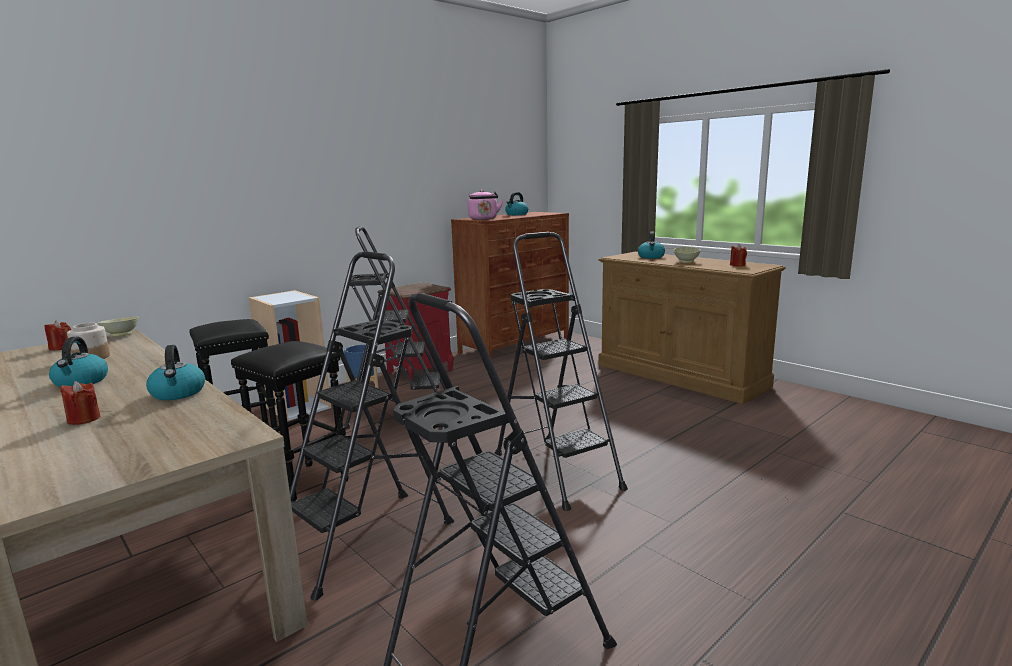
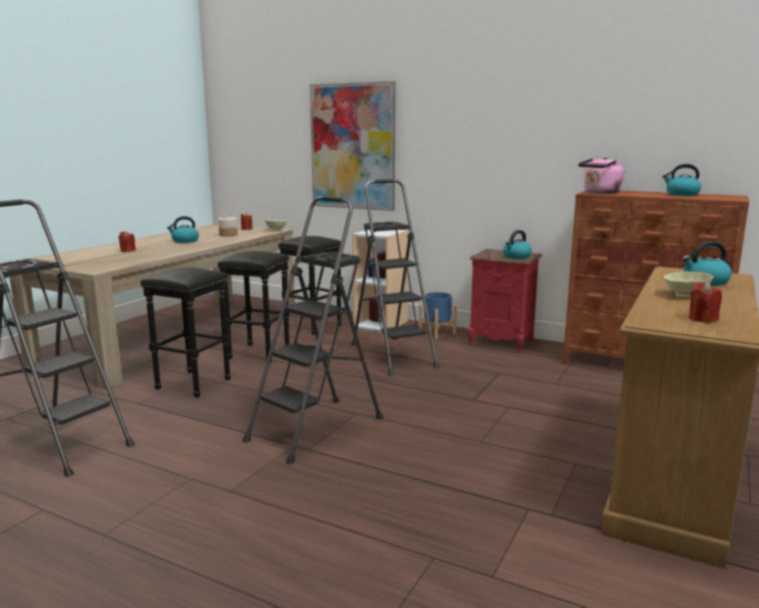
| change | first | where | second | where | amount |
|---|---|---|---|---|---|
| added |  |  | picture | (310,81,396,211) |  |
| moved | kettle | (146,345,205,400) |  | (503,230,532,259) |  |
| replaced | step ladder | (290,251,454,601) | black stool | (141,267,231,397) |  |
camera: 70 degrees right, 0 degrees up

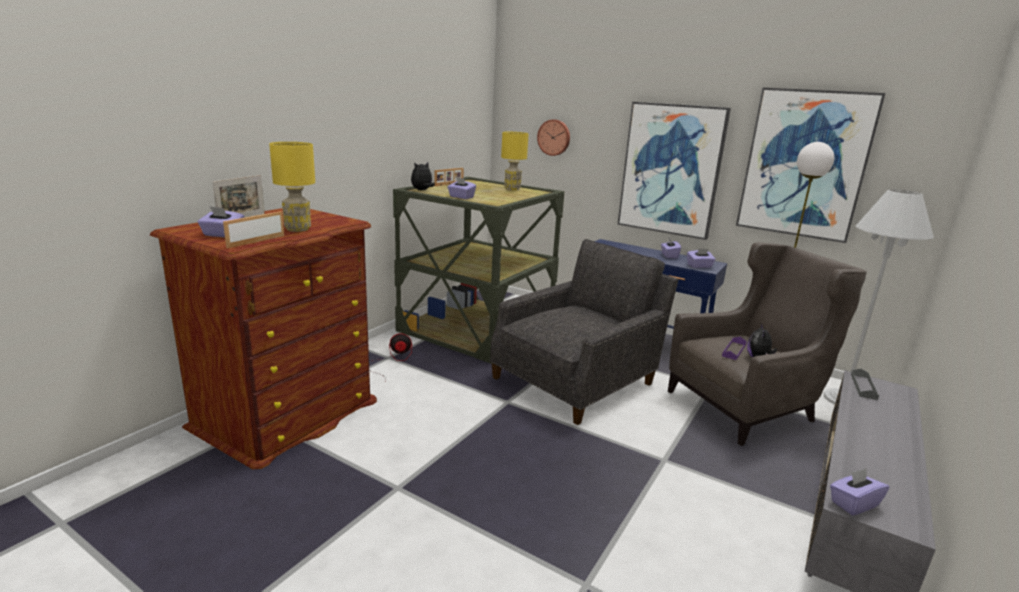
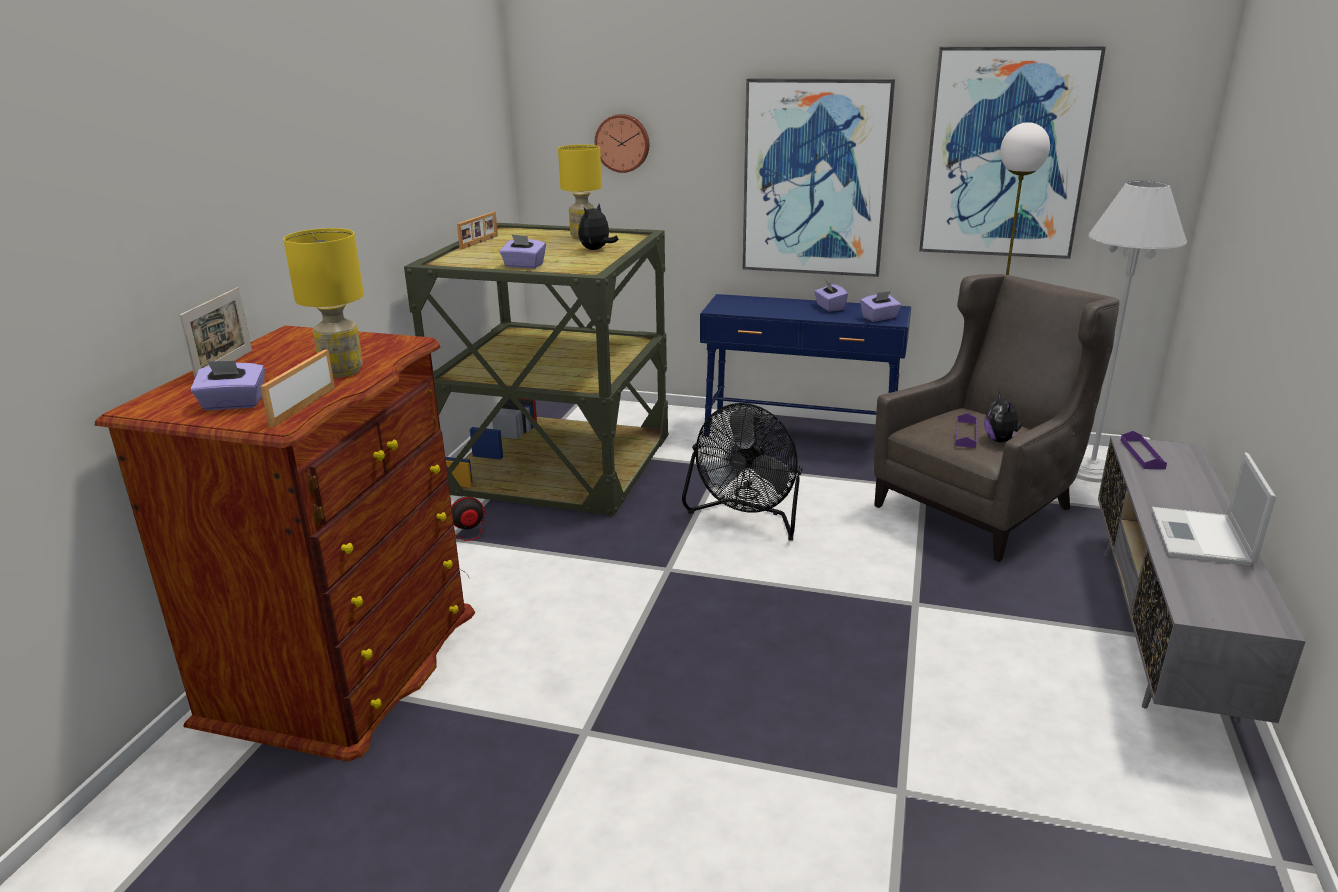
| change | first | where | second | where | amount |
|---|---|---|---|---|---|
| removed | purple tissue box | (830,468,889,516) |  |  |  |
| added |  |  | laptop | (1152,452,1276,566) |  |
| moved | plush toy | (411,162,435,190) |  | (578,204,619,250) |  |
| replaced | grey armchair | (490,239,678,425) | black fan | (682,403,802,540) |  |
| recoloured | grey tray | (851,369,879,400) | purple tray | (1120,431,1167,469) |  |
camera: 15 degrees left, 5 degrees up

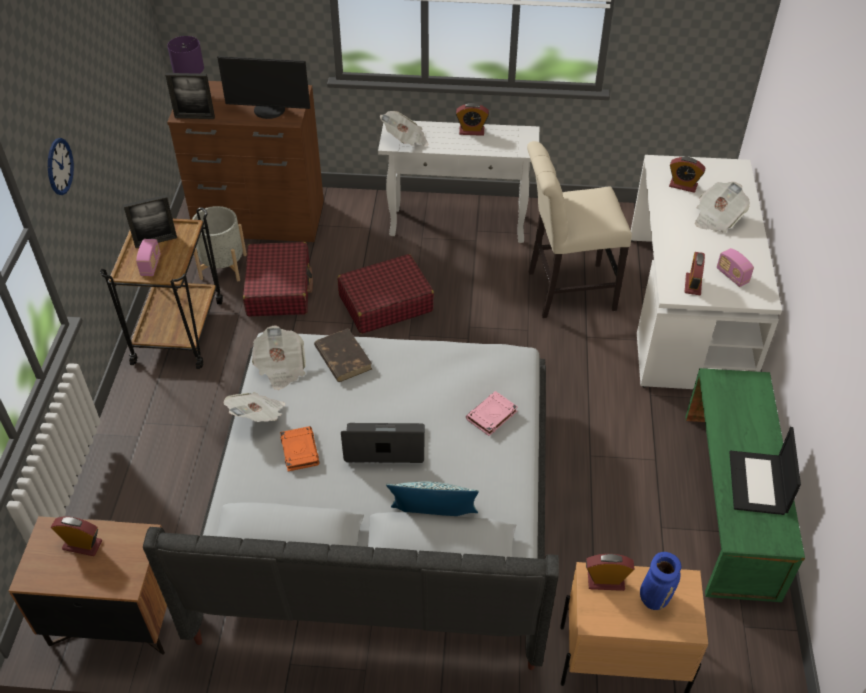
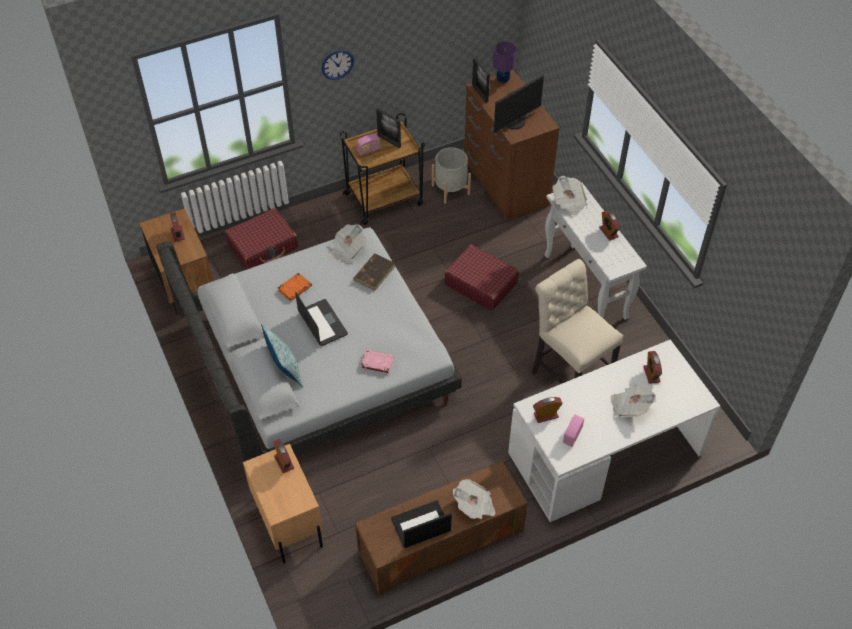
| change | first | where | second | where | amount |
|---|---|---|---|---|---|
| removed | blue vase | (640,552,681,610) |  |  |  |
| moved | newspaper | (223,392,286,422) |  | (453,479,496,519) |  |
| moved | red suitcase | (243,242,313,316) |  | (225,208,298,269) |  |
| recoloured | green bench | (686,368,805,602) | brown bench | (355,461,528,594) |  |
| turned | monitor | (217,56,310,119) |  | (493,75,544,133) | 105 degrees counterclockwise |
camera: 60 degrees right, 5 degrees up

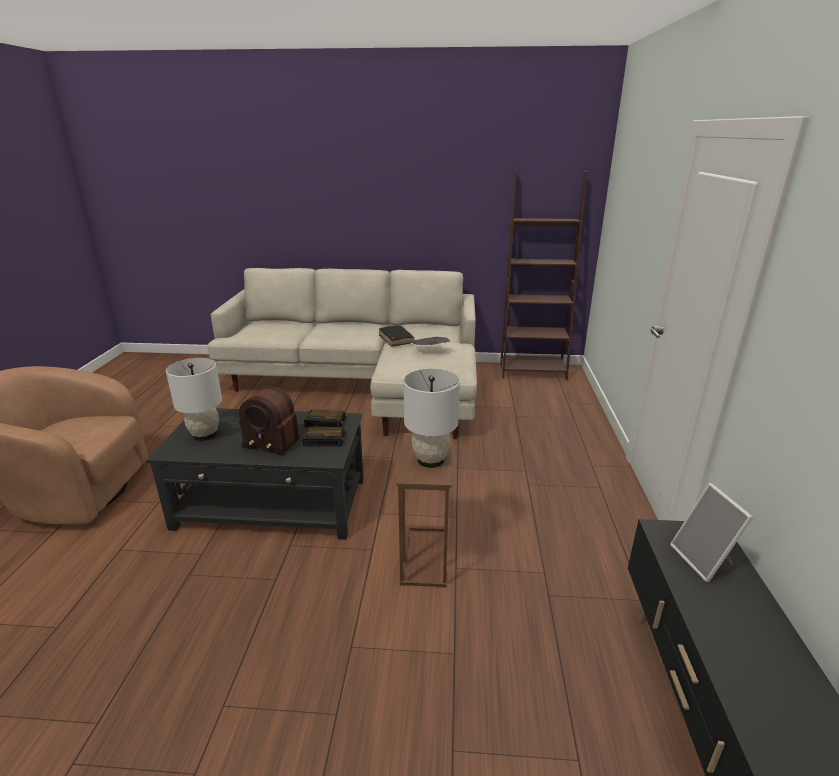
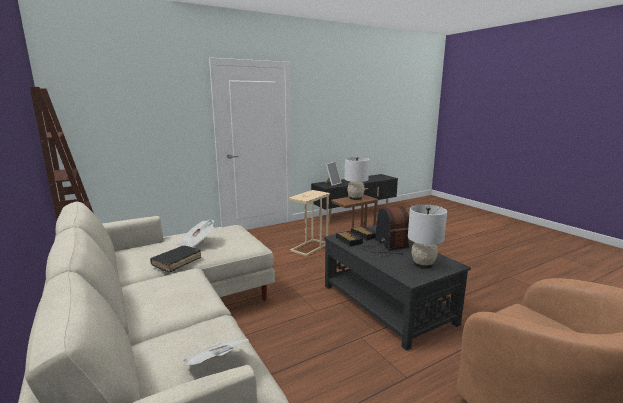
| change | first | where | second | where | amount |
|---|---|---|---|---|---|
| added |  |  | newspaper | (182,339,249,365) |  |
| added |  |  | beige side table | (288,190,330,256) |  |
camera: 125 degrees left, 10 degrees down

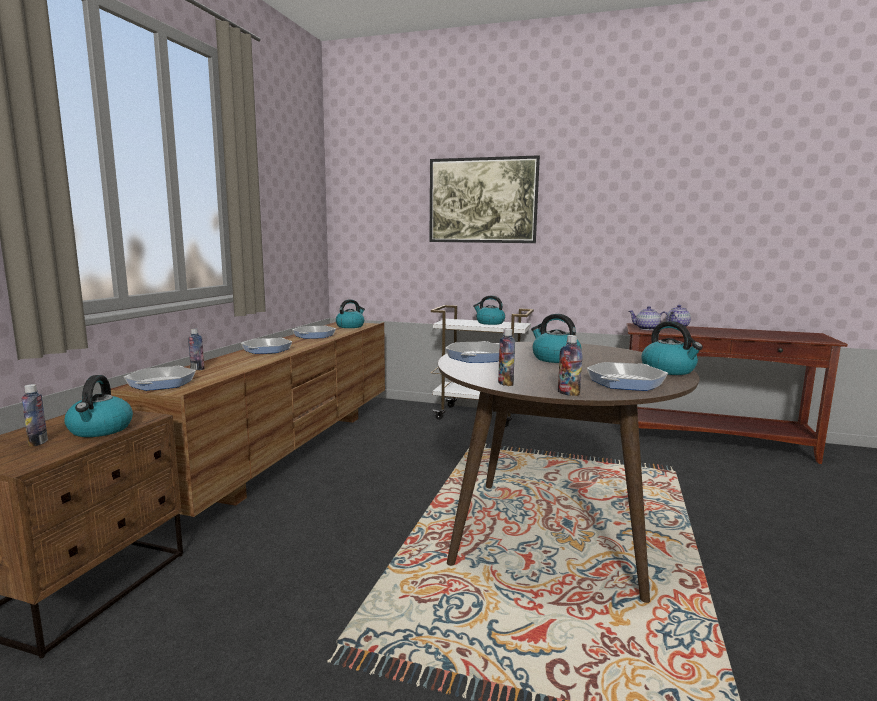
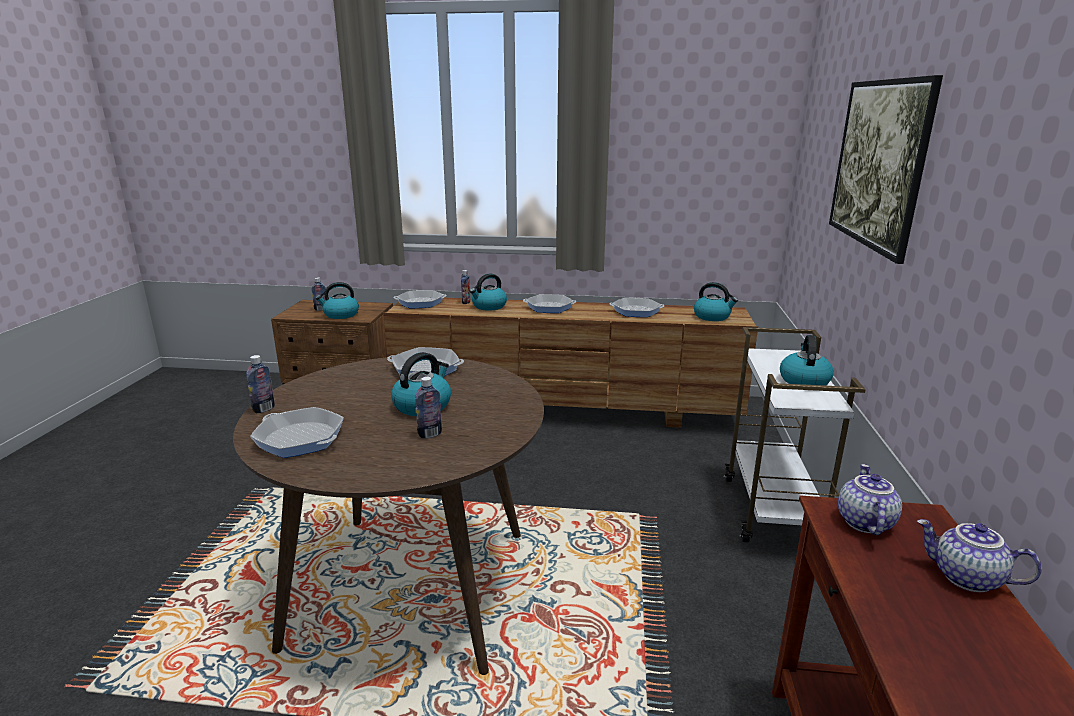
| change | first | where | second | where | amount |
|---|---|---|---|---|---|
| moved | bottle | (498,329,515,386) |  | (415,377,442,439) |  |
| moved | kettle | (641,321,703,375) |  | (470,274,507,311) |  |
camera: 80 degrees right, 10 degrees up

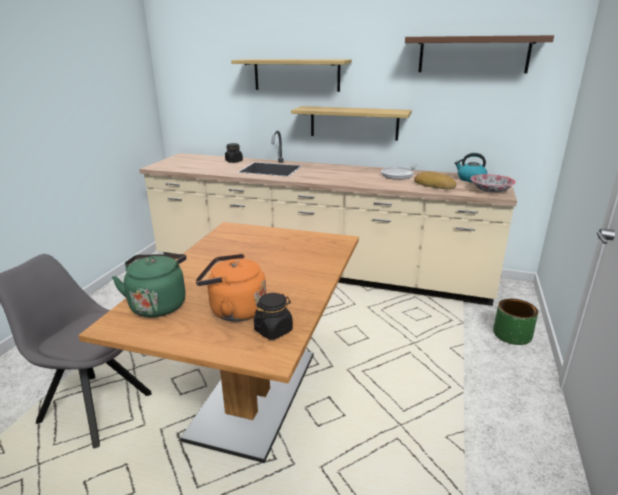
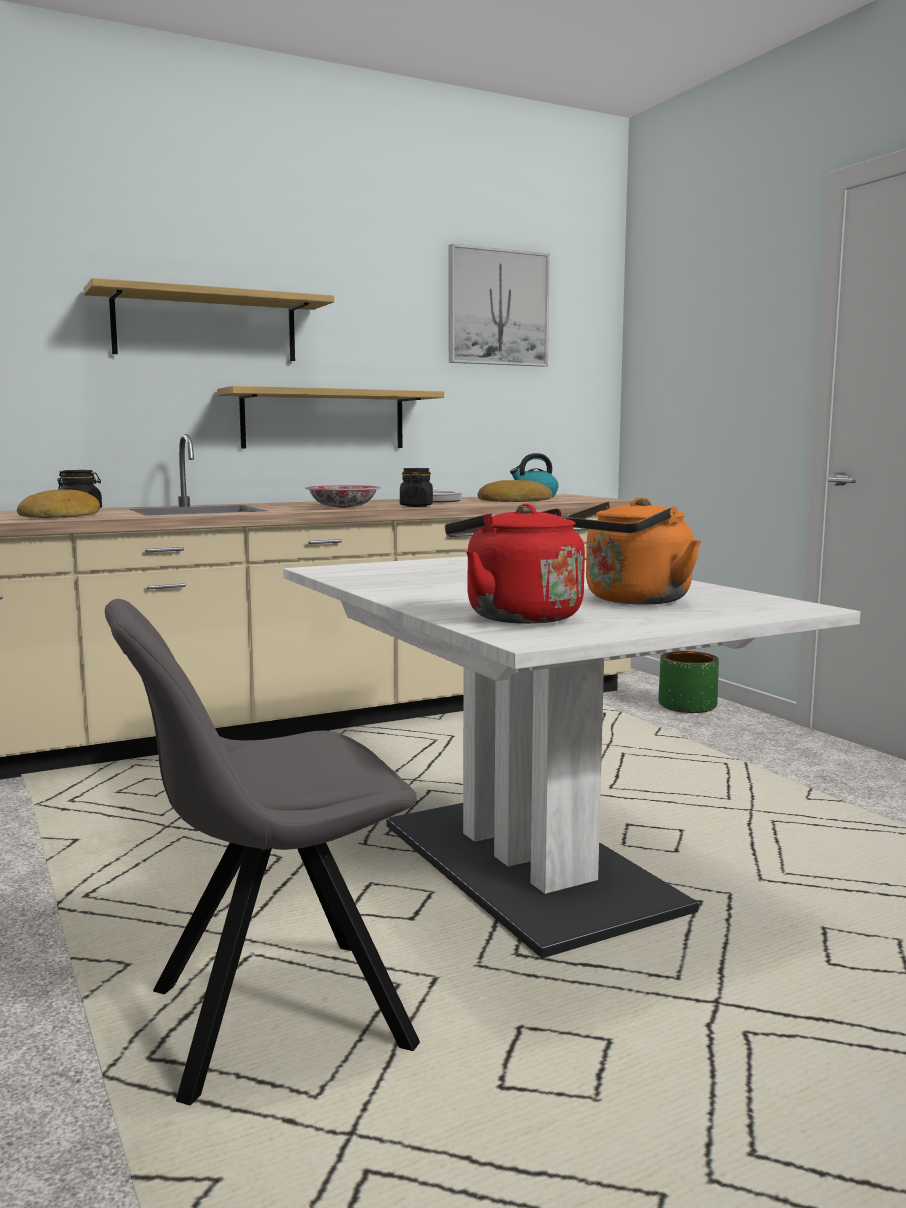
| change | first | where | second | where | amount |
|---|---|---|---|---|---|
| added |  |  | bread | (17,489,100,518) |  |
| moved | black jar | (254,293,293,340) |  | (400,468,433,507) |  |
| moved | bowl | (471,174,516,193) |  | (305,485,381,508) |  |
| replaced | brown shelf | (405,35,554,73) | picture | (449,244,550,367) |  |
| recoloured | brown dining table | (78,222,359,463) | white dining table | (283,556,860,958) |  |
| recoloured | green kettle | (112,254,186,317) | red kettle | (445,504,585,624) |  |
camera: 45 degrees left, 15 degrees down

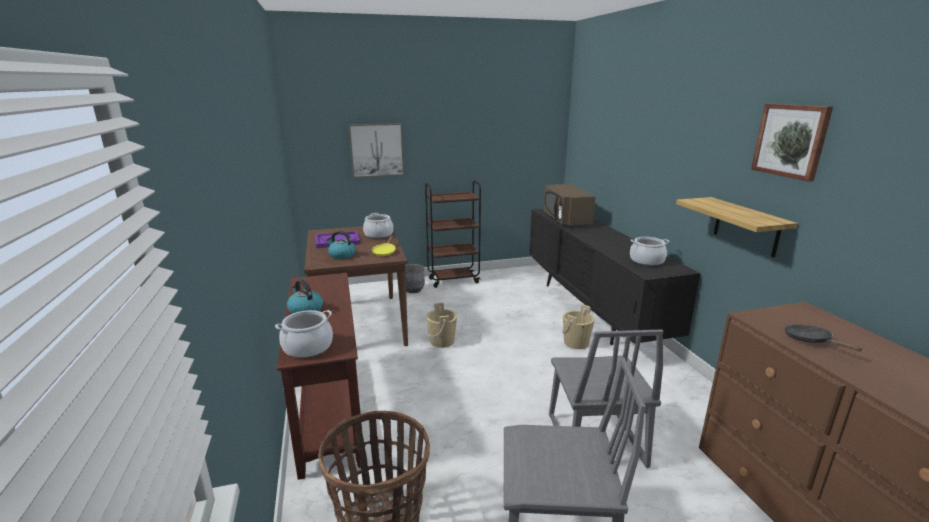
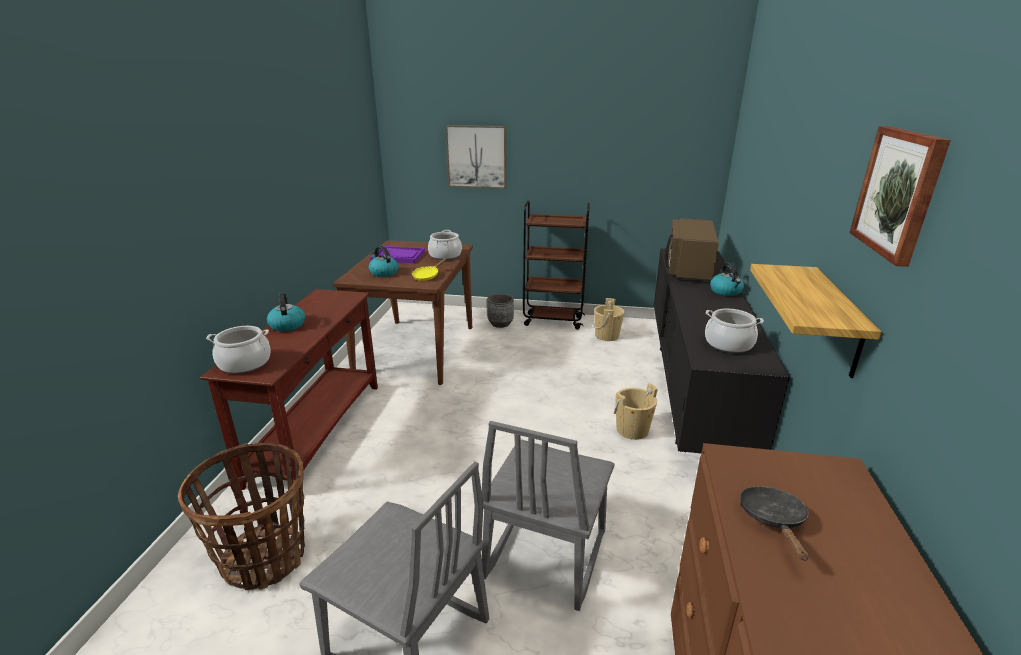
| change | first | where | second | where | amount |
|---|---|---|---|---|---|
| added |  |  | kettle | (710,262,744,296) |  |
| moved | beige bucket | (426,302,457,348) |  | (593,298,625,341) |  |
camera: 25 degrees right, 5 degrees up

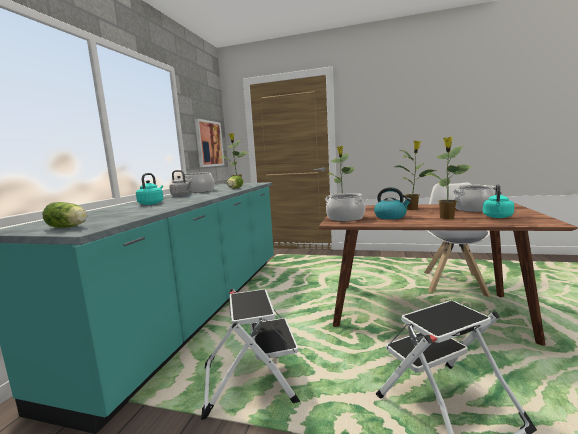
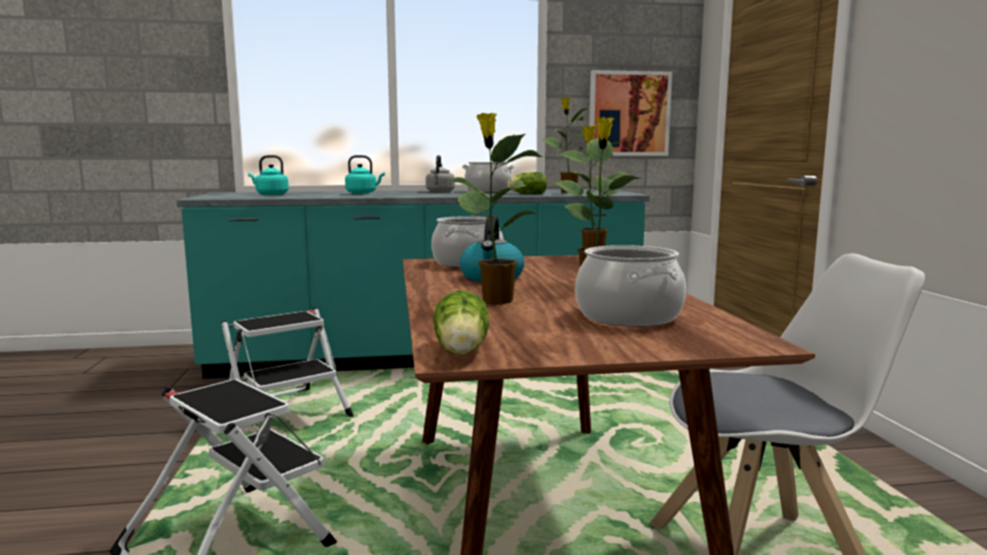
| change | first | where | second | where | amount |
|---|---|---|---|---|---|
| moved | lettuce | (42,202,87,228) |  | (433,291,489,355) |  |
| moved | turquoise kettle | (483,184,514,218) |  | (248,155,289,195) |  |
camera: 65 degrees right, 0 degrees up

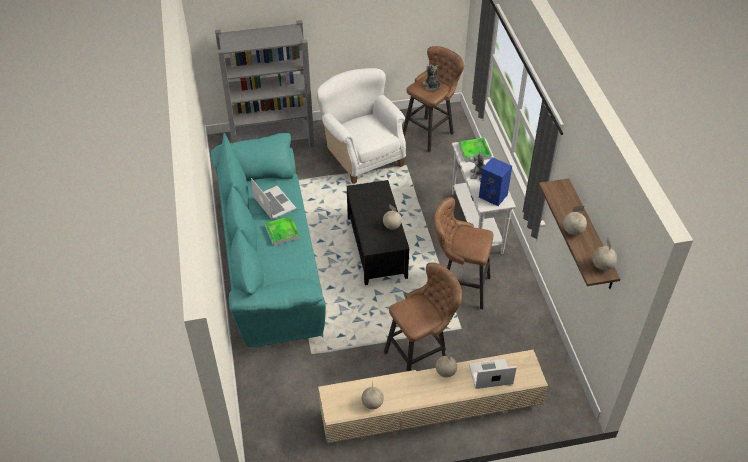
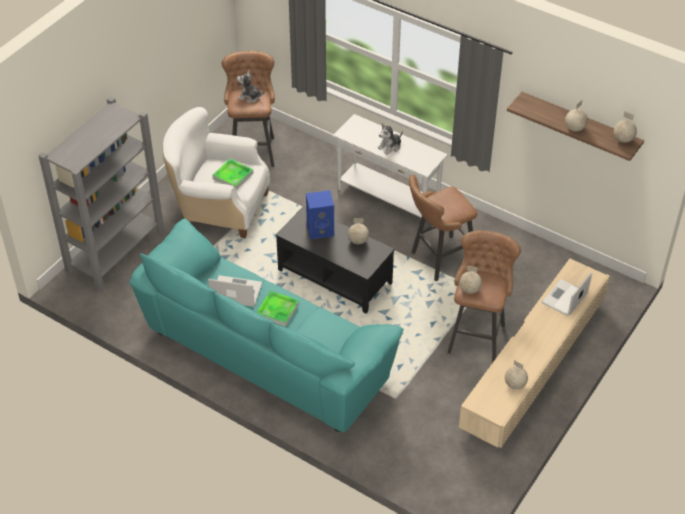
| change | first | where | second | where | amount |
|---|---|---|---|---|---|
| moved | globe | (436,350,457,378) |  | (459,265,482,294) |  |
| moved | tray | (459,138,492,162) |  | (213,159,254,190) |  |
| moved | blue speaker | (479,157,512,206) |  | (306,190,334,239) |  |
camera: 45 degrees left, 0 degrees up

